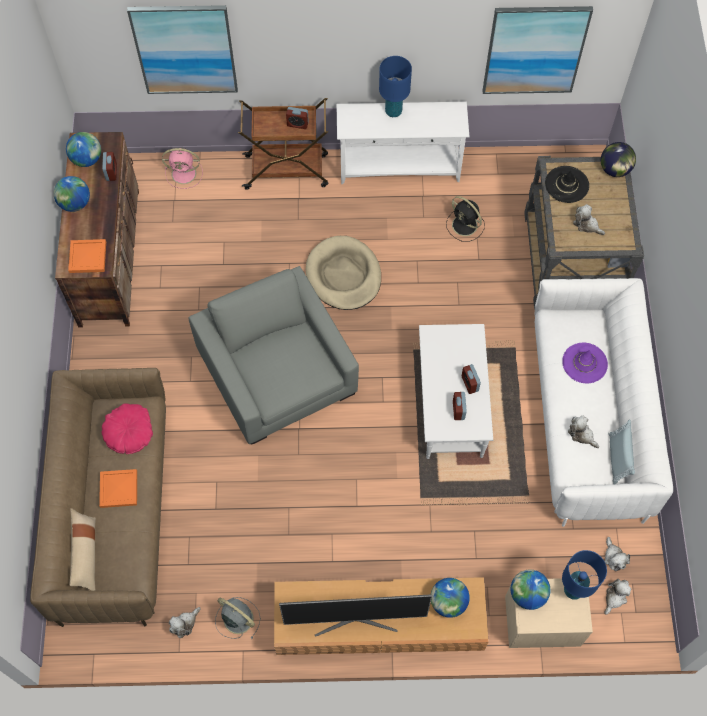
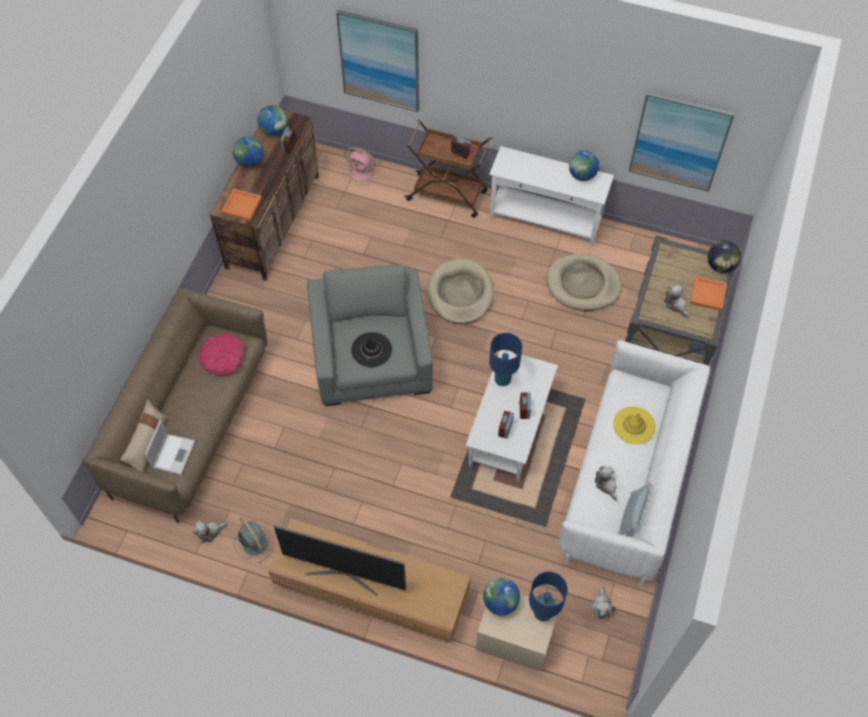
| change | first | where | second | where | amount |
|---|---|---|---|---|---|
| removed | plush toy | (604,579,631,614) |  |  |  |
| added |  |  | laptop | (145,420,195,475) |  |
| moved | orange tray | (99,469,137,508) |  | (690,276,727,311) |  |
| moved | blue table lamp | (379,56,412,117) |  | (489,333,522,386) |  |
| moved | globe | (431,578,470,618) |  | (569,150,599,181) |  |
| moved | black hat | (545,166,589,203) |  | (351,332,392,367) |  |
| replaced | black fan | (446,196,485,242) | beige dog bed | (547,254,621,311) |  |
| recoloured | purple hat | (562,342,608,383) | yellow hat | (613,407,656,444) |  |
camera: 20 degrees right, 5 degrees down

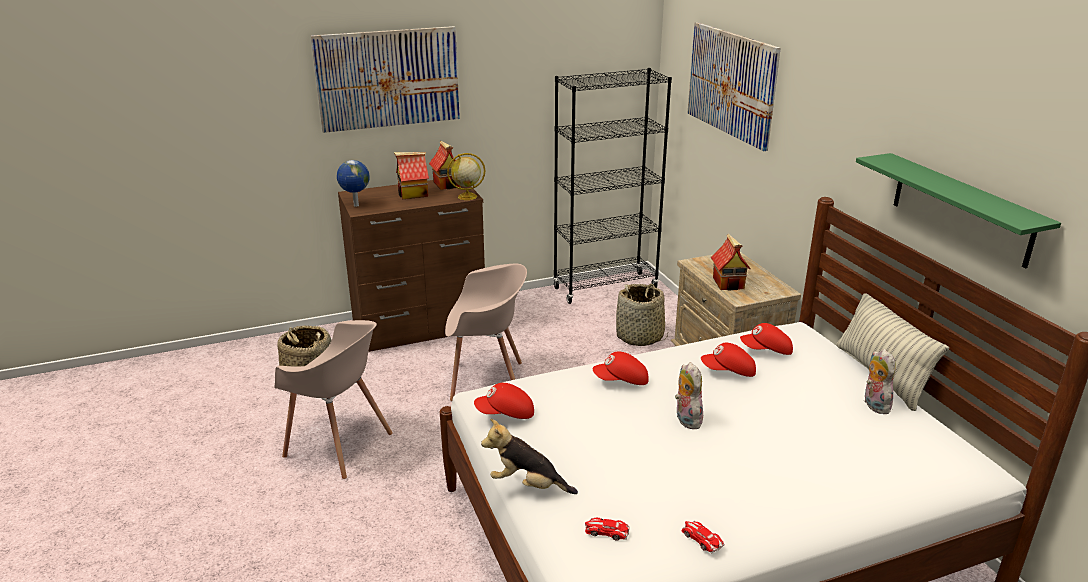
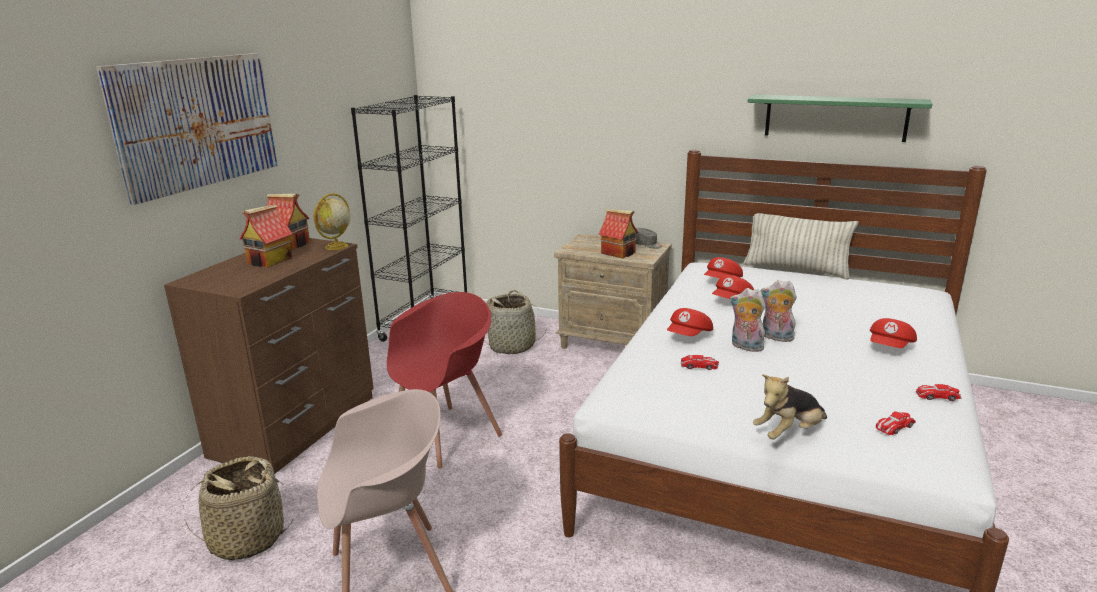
| change | first | where | second | where | amount |
|---|---|---|---|---|---|
| removed | globe | (337,160,370,207) |  |  |  |
| removed | picture | (687,22,781,151) |  |  |  |
| added |  |  | grey cap | (636,228,662,249) |  |
| added |  |  | toy car | (680,355,719,370) |  |
| moved | red cap | (474,383,534,419) |  | (870,318,917,348) |  |
| moved | plush toy | (864,349,896,414) |  | (730,288,768,352) |  |
| recoloured | beige chair | (445,264,527,401) | red chair | (387,292,502,469) |  |
camera: 45 degrees left, 5 degrees down

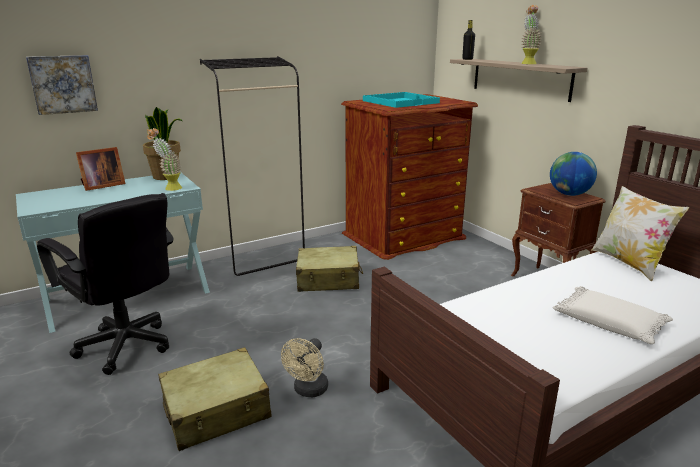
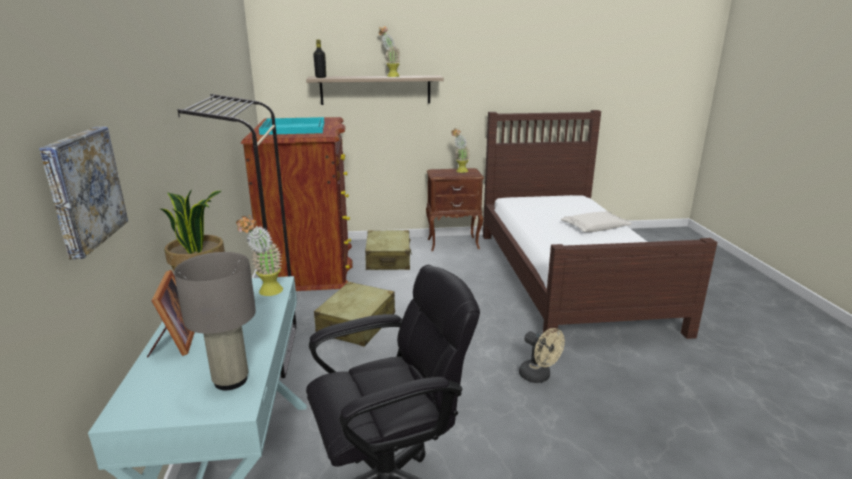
| change | first | where | second | where | amount |
|---|---|---|---|---|---|
| removed | pillow | (592,186,689,281) |  |  |  |
| added |  |  | grey table lamp | (174,252,256,390) |  |
| moved | beige suitcase | (158,347,272,451) |  | (365,230,412,270) |  |
| replaced | globe | (550,152,597,196) | potted plant | (451,128,470,173) |  |
camera: 65 degrees left, 0 degrees up

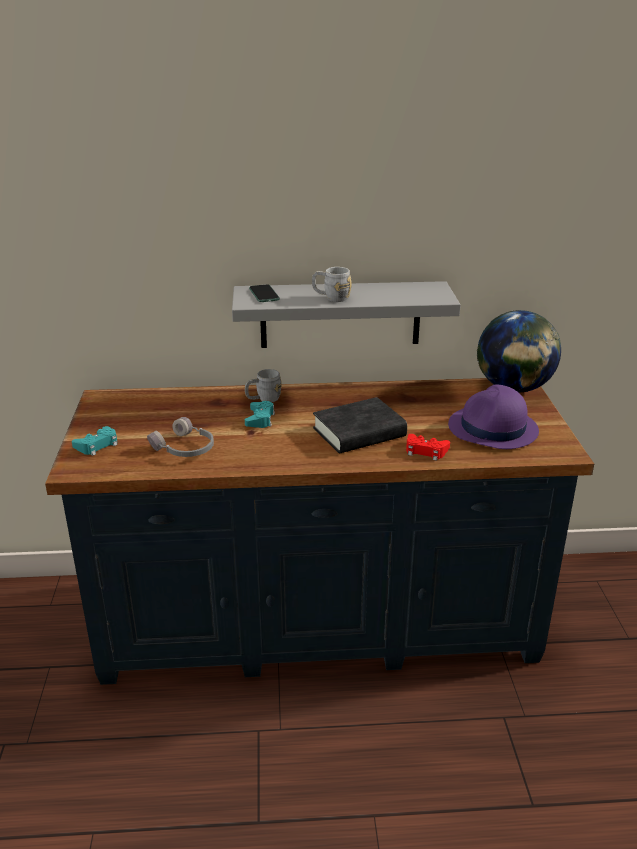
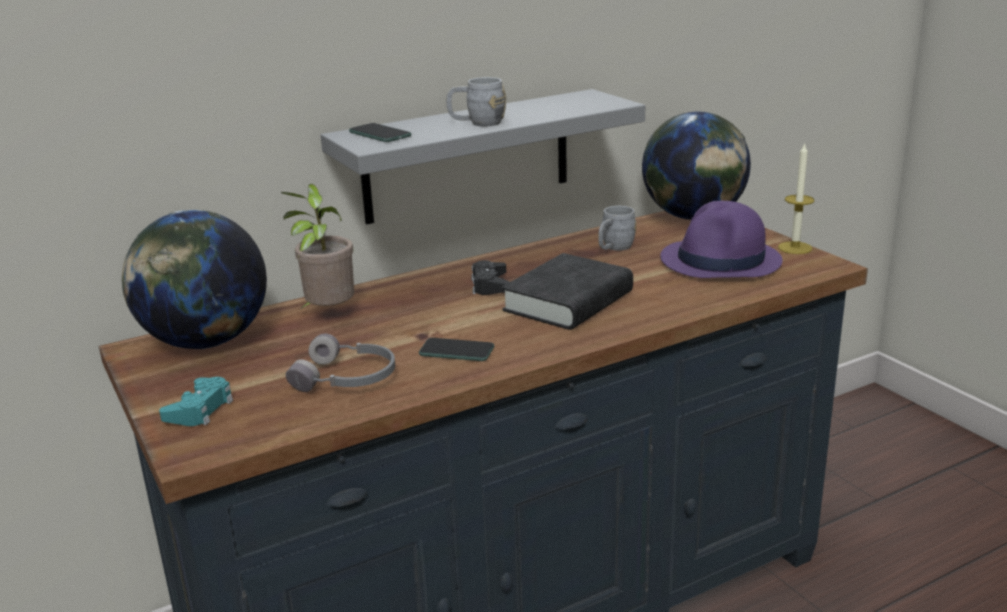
| change | first | where | second | where | amount |
|---|---|---|---|---|---|
| removed | turquoise game controller | (245,401,275,428) |  |  |  |
| removed | red game controller | (406,434,450,461) |  |  |  |
| added |  |  | globe | (122,210,267,349) |  |
| added |  |  | potted plant | (281,184,354,309) |  |
| added |  |  | phone | (419,338,494,361) |  |
| added |  |  | black game controller | (471,260,509,295) |  |
| added |  |  | candle | (778,142,814,254) |  |
| moved | grey mug | (245,369,282,403) |  | (598,206,636,251) |  |
camera: 25 degrees left, 5 degrees down

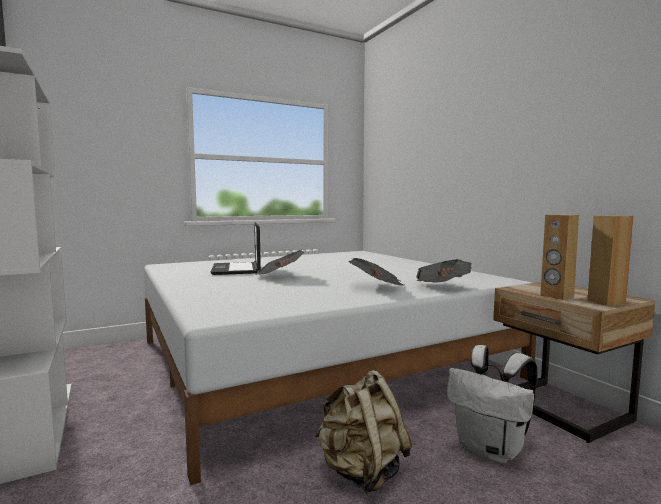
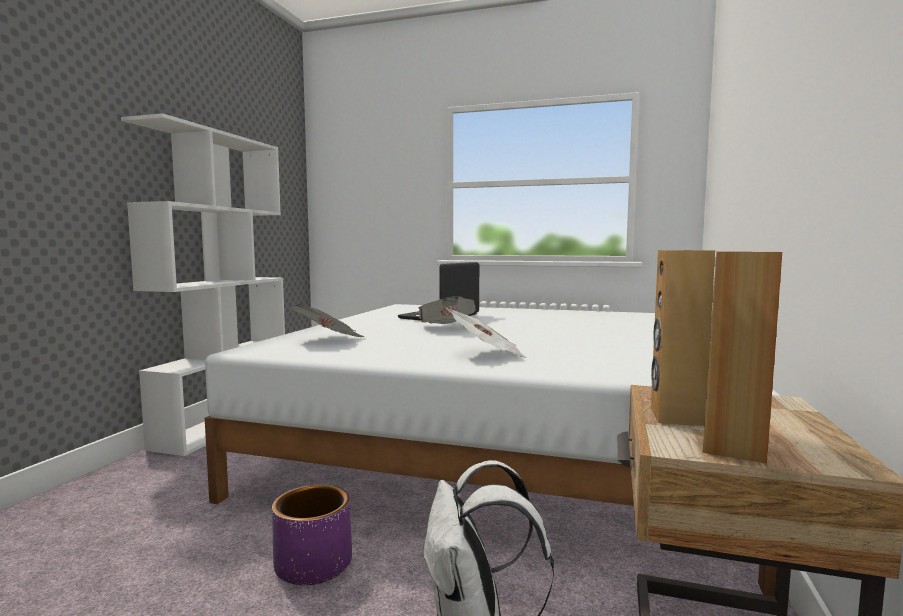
| change | first | where | second | where | amount |
|---|---|---|---|---|---|
| moved | newspaper | (416,259,471,283) |  | (291,304,365,337) |  |
| replaced | beige backpack | (315,370,412,494) | purple planter | (272,485,352,585) |  |
camera: 45 degrees right, 0 degrees up

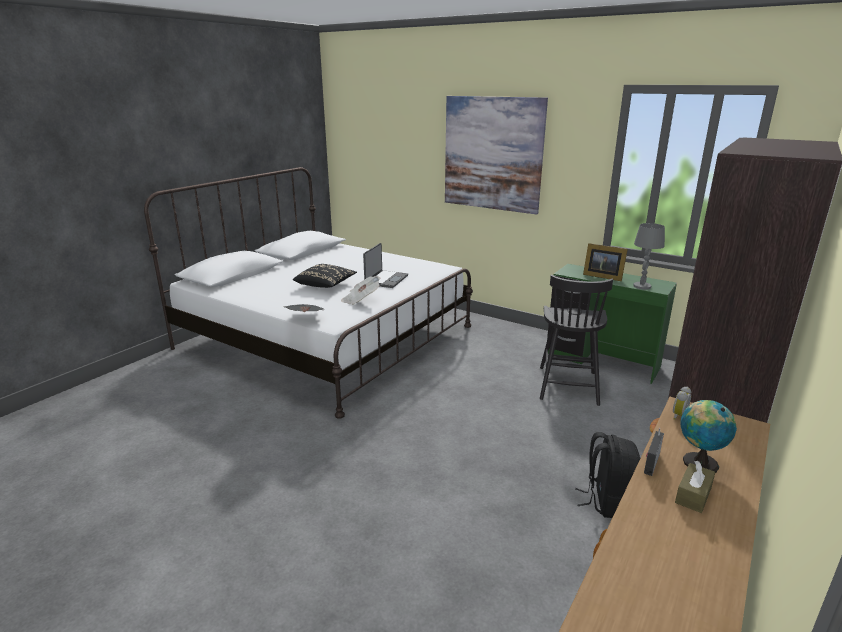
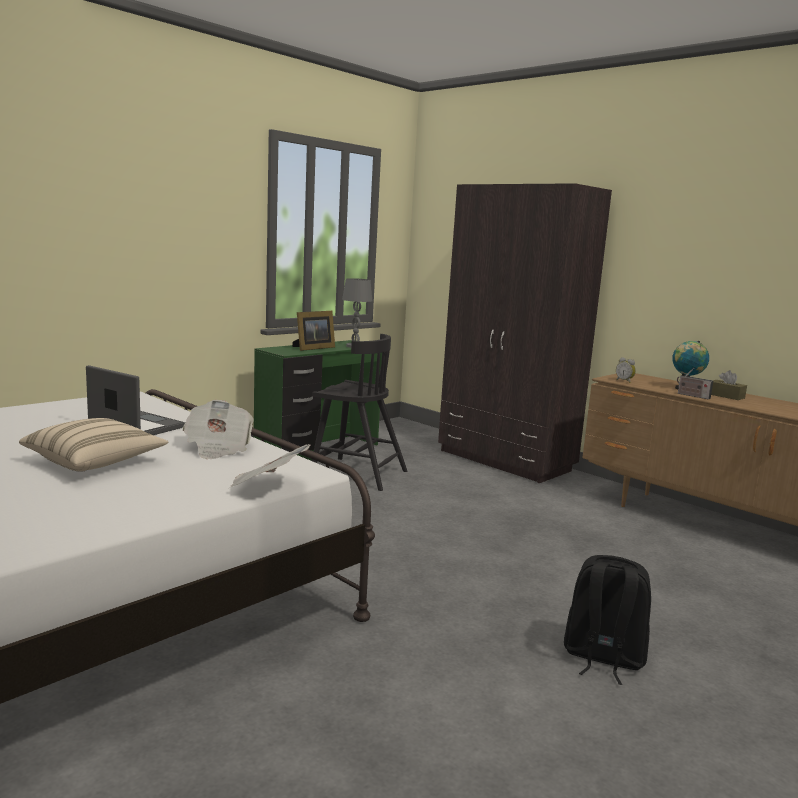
| change | first | where | second | where | amount |
|---|---|---|---|---|---|
| removed | picture | (445,96,548,215) |  |  |  |
| moved | black backpack | (575,432,640,518) |  | (564,555,651,685) |  |
| recoloured | black pillow | (293,264,357,288) | beige pillow | (19,418,169,472) |  |
camera: 80 degrees left, 10 degrees down

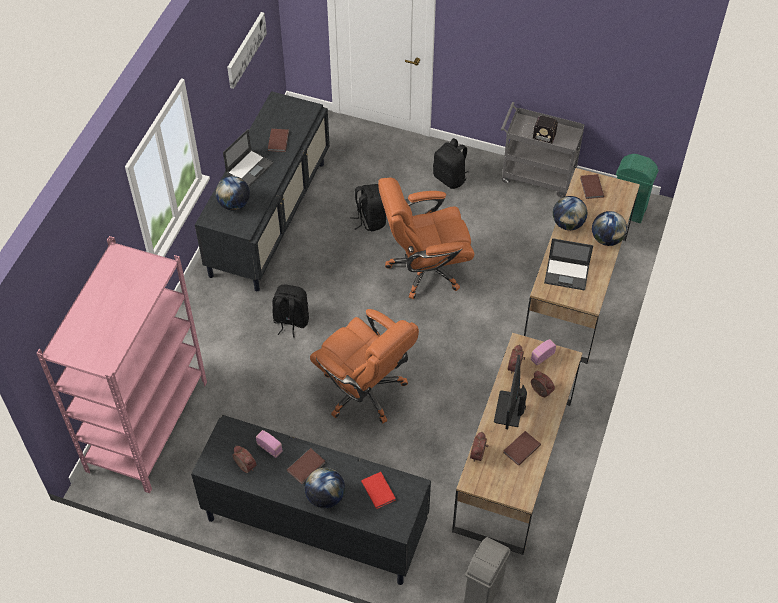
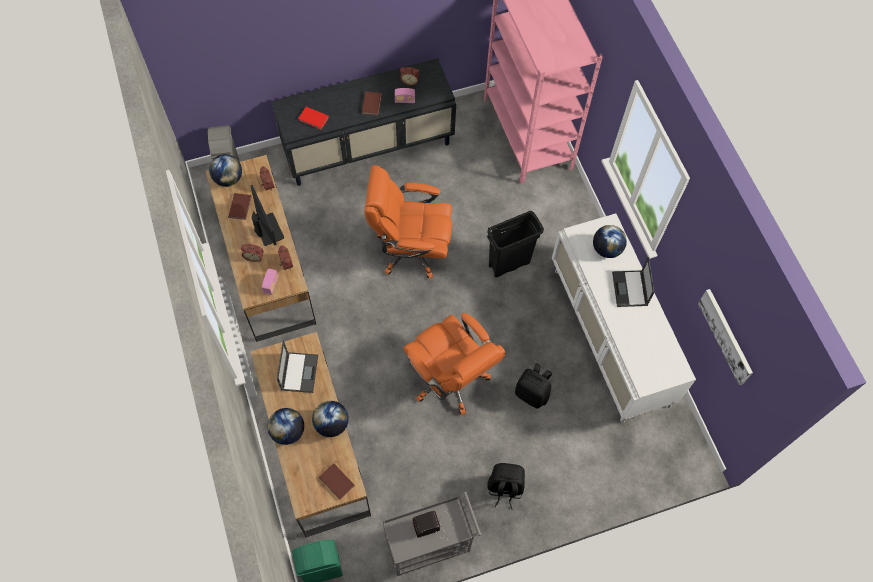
| change | first | where | second | where | amount |
|---|---|---|---|---|---|
| removed | brown book | (268,129,289,152) |  |  |  |
| moved | globe | (305,468,345,508) |  | (209,154,242,187) |  |
| replaced | black backpack | (273,284,309,338) | black trash can | (487,211,544,277) |  |
| recoloured | black cabinet | (195,91,330,291) | white cabinet | (552,214,696,423) |  |
| turned | orange office chair | (378,178,474,299) |  | (403,313,505,415) | 105 degrees clockwise |
| turned | laptop | (544,238,593,290) |  | (277,340,318,393) | 120 degrees clockwise |
camera: 140 degrees right, 10 degrees up

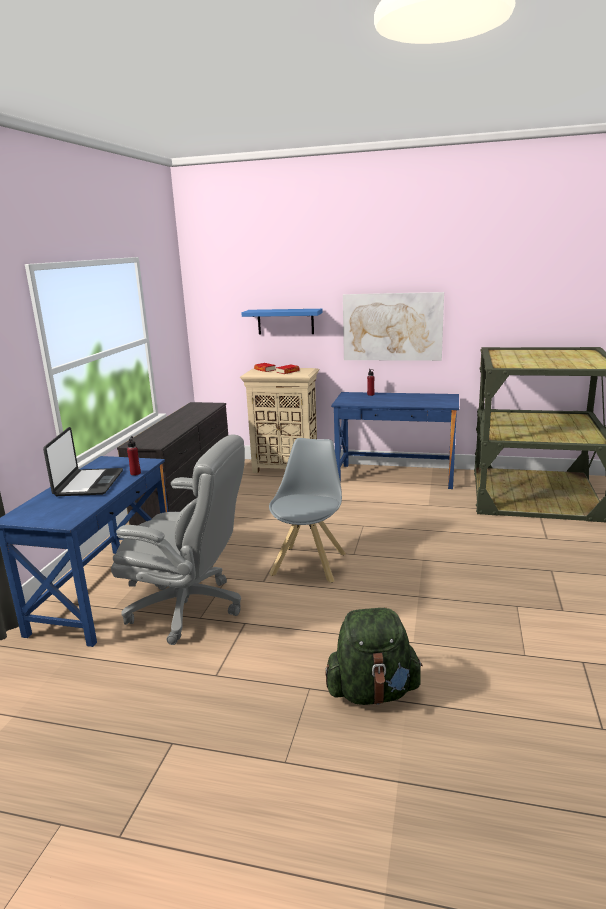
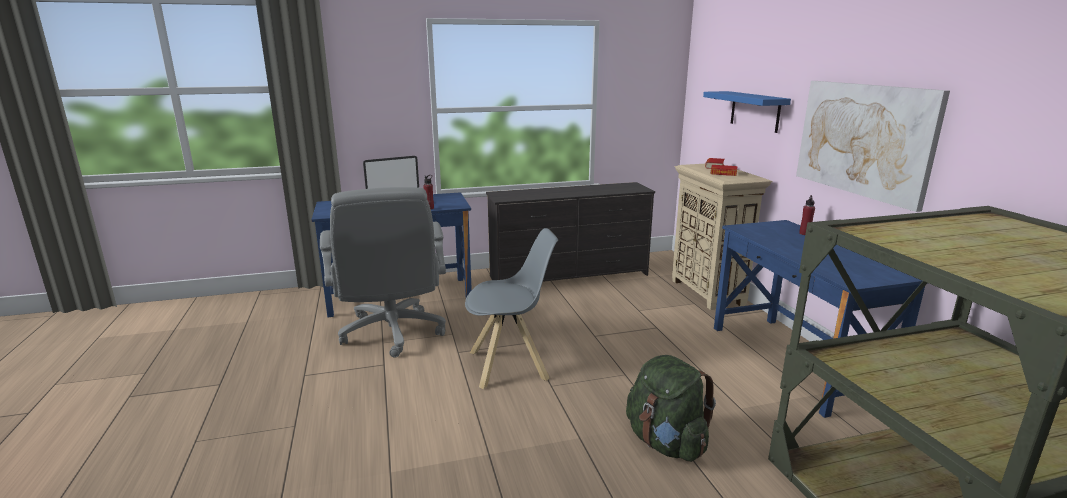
| change | first | where | second | where | amount |
|---|---|---|---|---|---|
| moved | green backpack | (325,608,423,705) |  | (626,355,716,462) |  |
camera: 60 degrees right, 0 degrees up

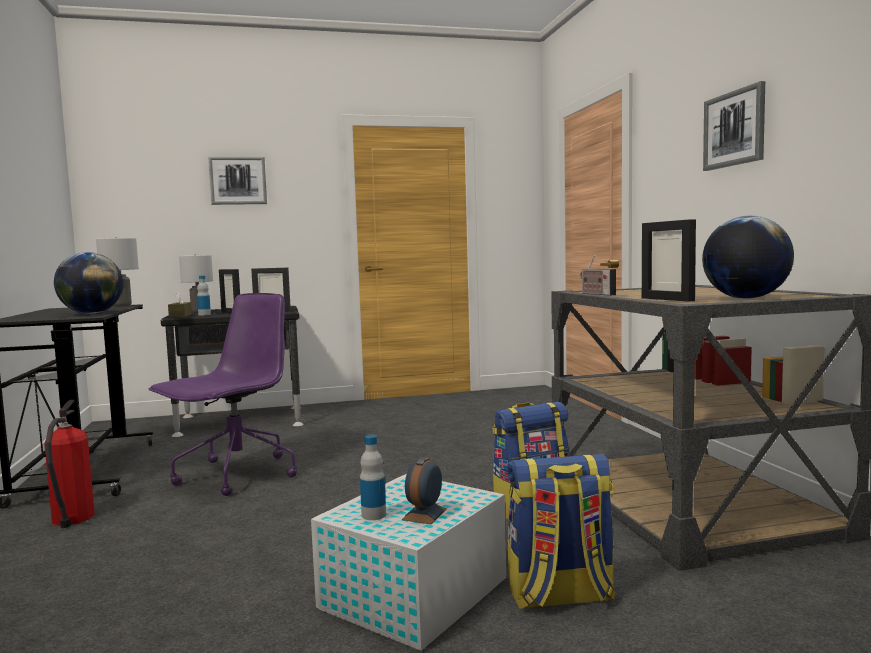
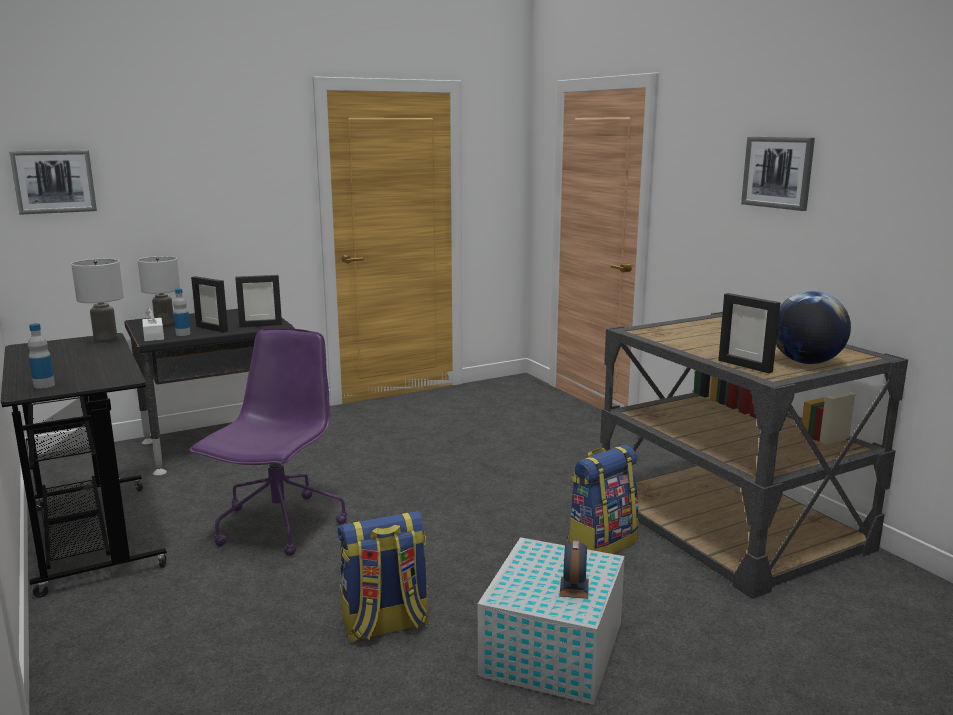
| change | first | where | second | where | amount |
|---|---|---|---|---|---|
| removed | fire extinguisher | (44,400,95,528) |  |  |  |
| removed | globe | (54,252,123,314) |  |  |  |
| removed | radio | (581,255,616,295) |  |  |  |
| moved | picture | (208,156,267,205) |  | (9,150,97,215) |  |
| moved | bottle | (360,435,386,520) |  | (28,323,55,389) |  |
| moved | backpack | (507,454,616,609) |  | (338,511,429,642) |  |
| recoloured | brown tissue box | (168,291,192,317) | white tissue box | (142,308,164,341) |  |
camera: 15 degrees left, 10 degrees up

